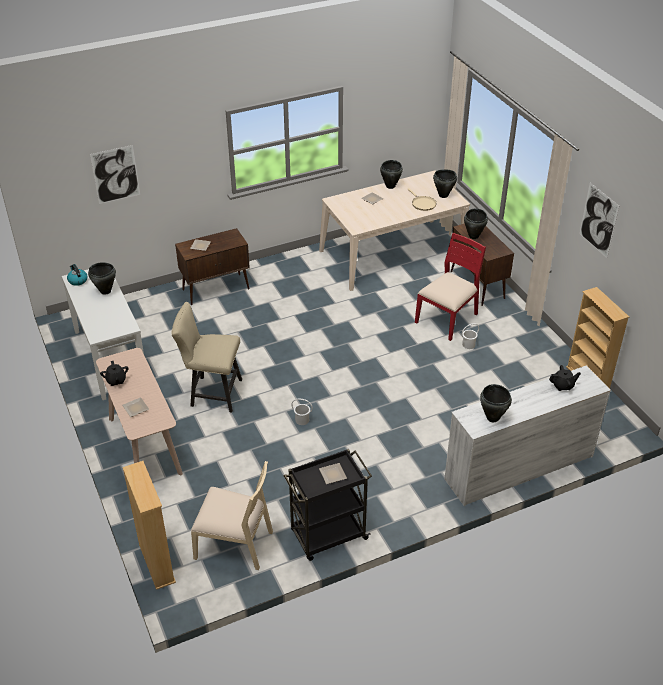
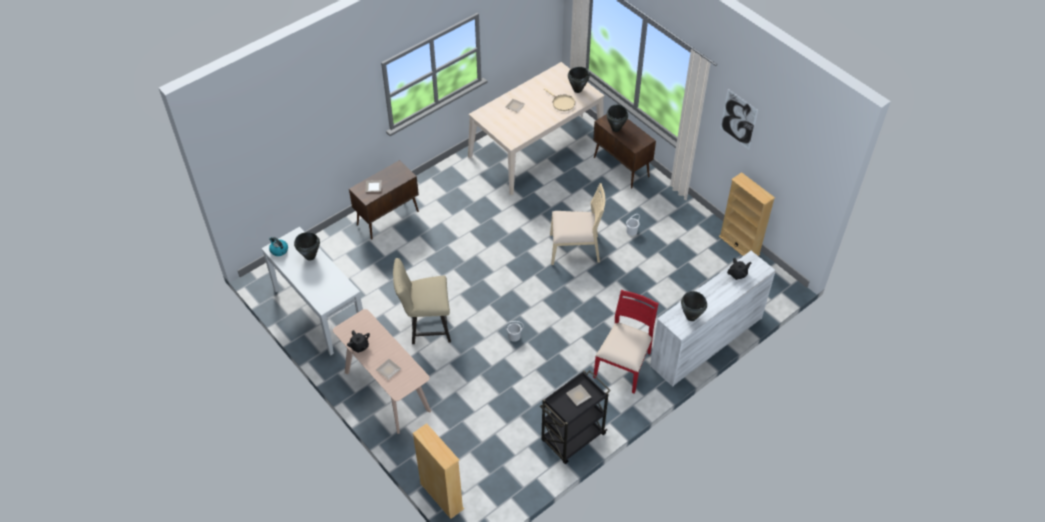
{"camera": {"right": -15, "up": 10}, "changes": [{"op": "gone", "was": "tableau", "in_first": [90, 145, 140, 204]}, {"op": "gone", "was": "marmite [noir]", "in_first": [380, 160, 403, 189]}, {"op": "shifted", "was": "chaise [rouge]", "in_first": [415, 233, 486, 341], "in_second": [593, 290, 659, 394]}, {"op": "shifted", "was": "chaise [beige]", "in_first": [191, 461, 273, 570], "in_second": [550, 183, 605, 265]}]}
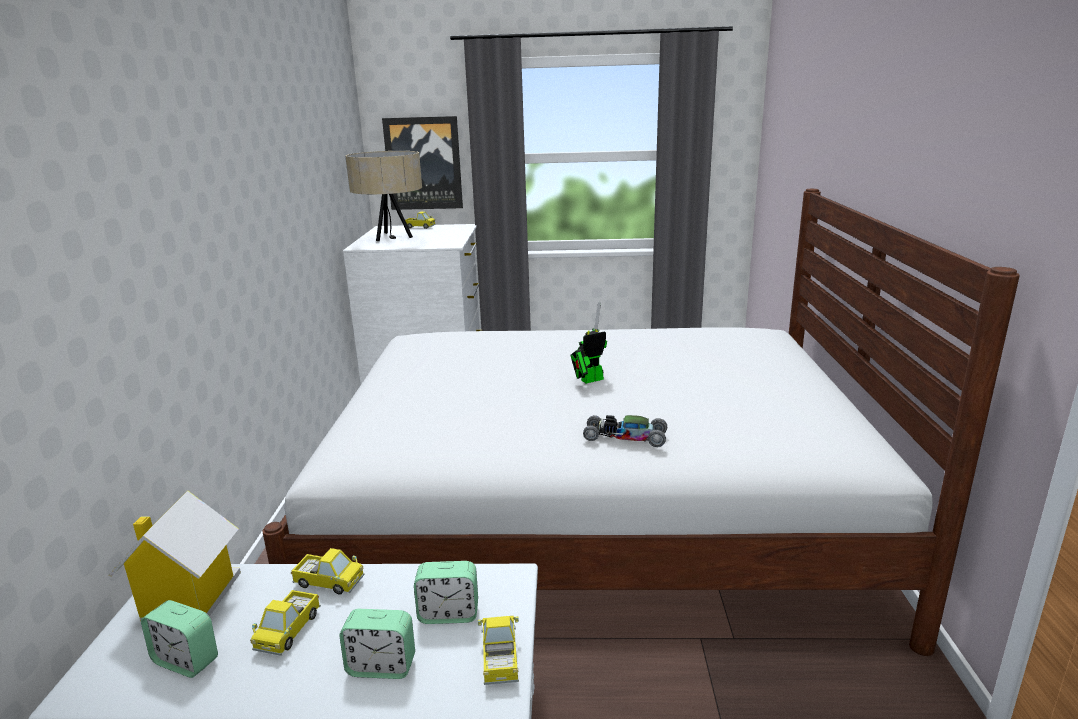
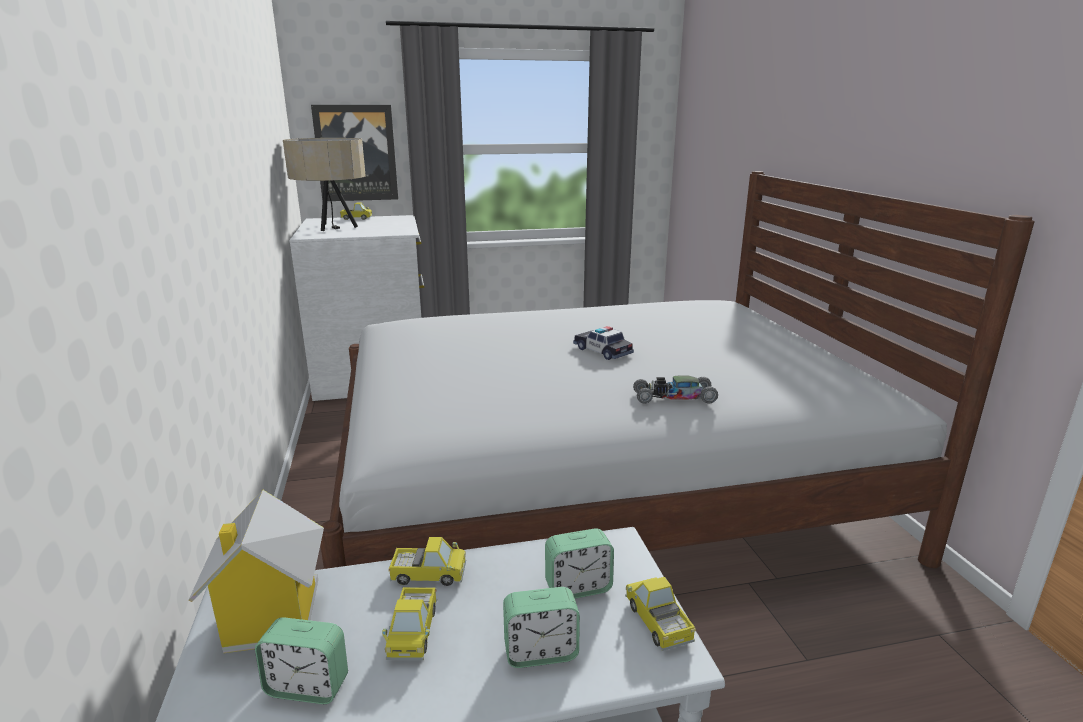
{"camera": {"right": -15, "up": 0}, "changes": [{"op": "swapped", "was": "robot jouet", "now": "petite voiture", "in_first": [570, 301, 607, 384], "in_second": [573, 326, 634, 360]}]}
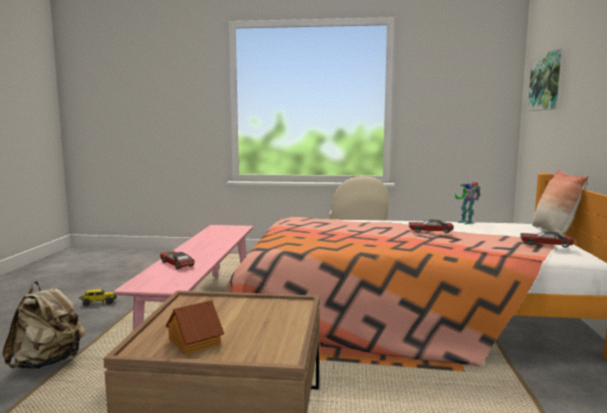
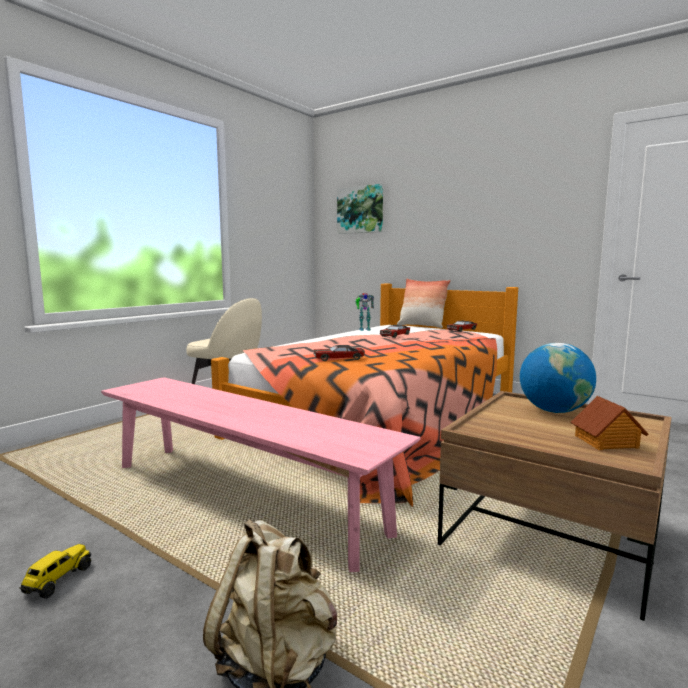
{"camera": {"right": -60, "up": 0}, "changes": [{"op": "shifted", "was": "petite voiture", "in_first": [160, 251, 195, 269], "in_second": [313, 345, 365, 361]}, {"op": "new", "now": "globe", "in_second": [520, 343, 596, 413]}]}
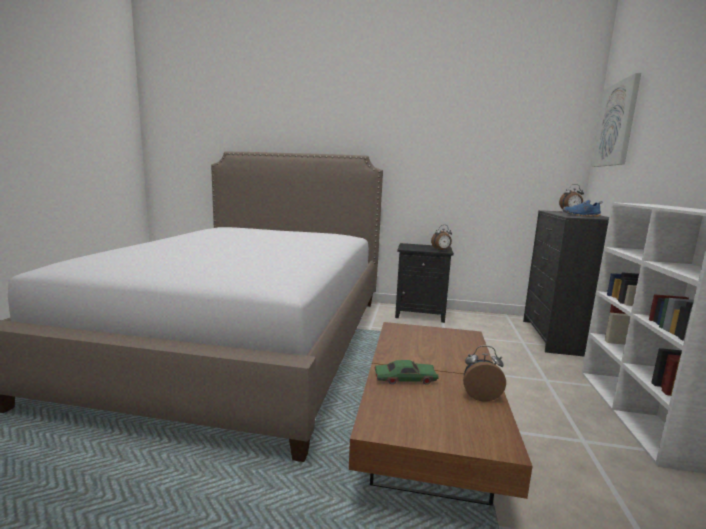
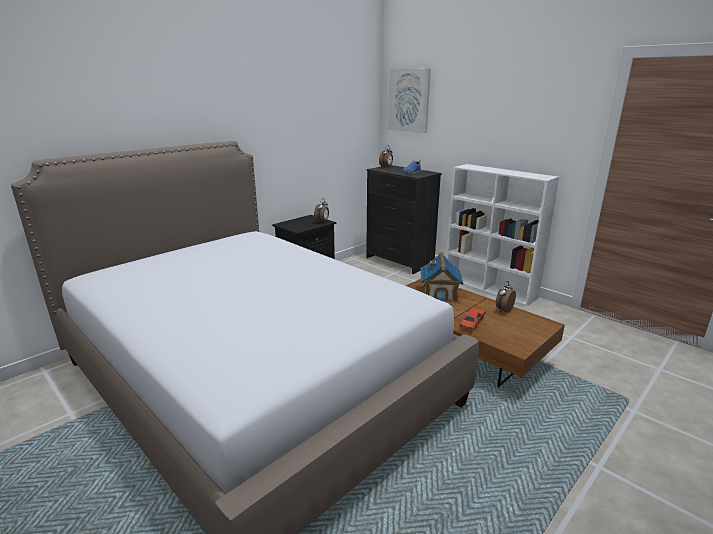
{"camera": {"right": -55, "up": 10}, "changes": [{"op": "repainted", "was": "petite voiture [vert]", "now": "petite voiture [rouge]", "in_first": [375, 360, 439, 385], "in_second": [459, 307, 486, 331]}, {"op": "new", "now": "maison miniature", "in_second": [420, 252, 464, 302]}]}
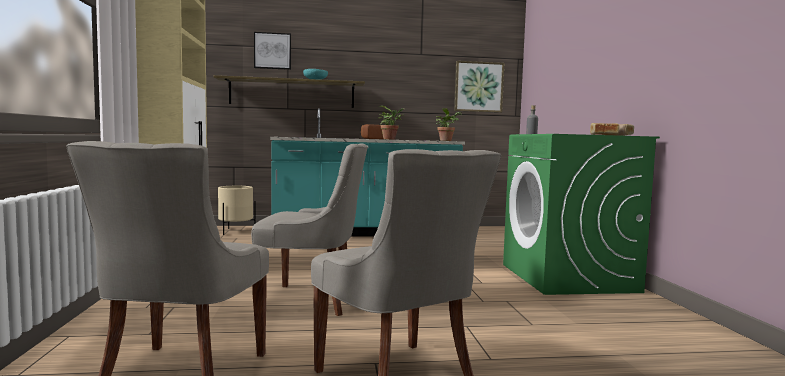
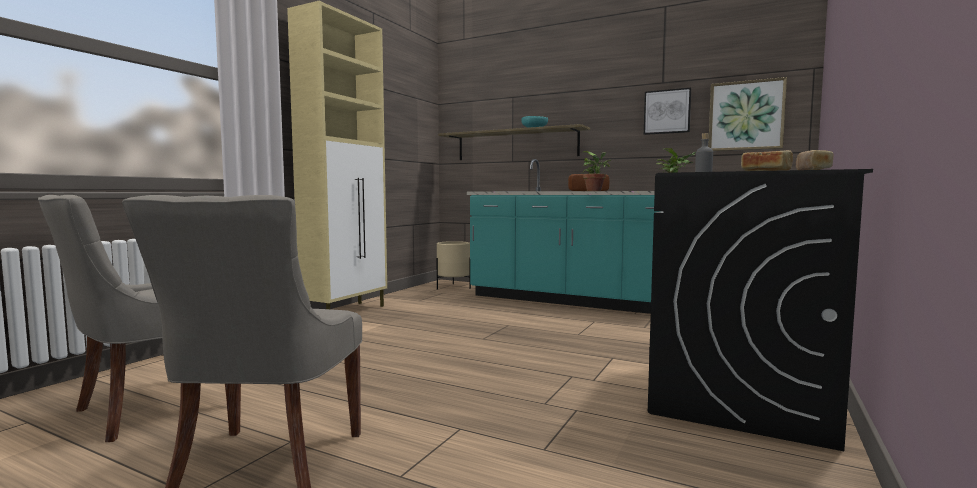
{"camera": {"right": 35, "up": 0}, "changes": [{"op": "shifted", "was": "tableau", "in_first": [254, 32, 291, 70], "in_second": [644, 88, 691, 135]}, {"op": "repainted", "was": "lave-linge [vert]", "now": "lave-linge [noir]", "in_first": [503, 134, 660, 295], "in_second": [648, 169, 873, 451]}, {"op": "gone", "was": "chaise [gris]", "in_first": [251, 144, 368, 316]}]}
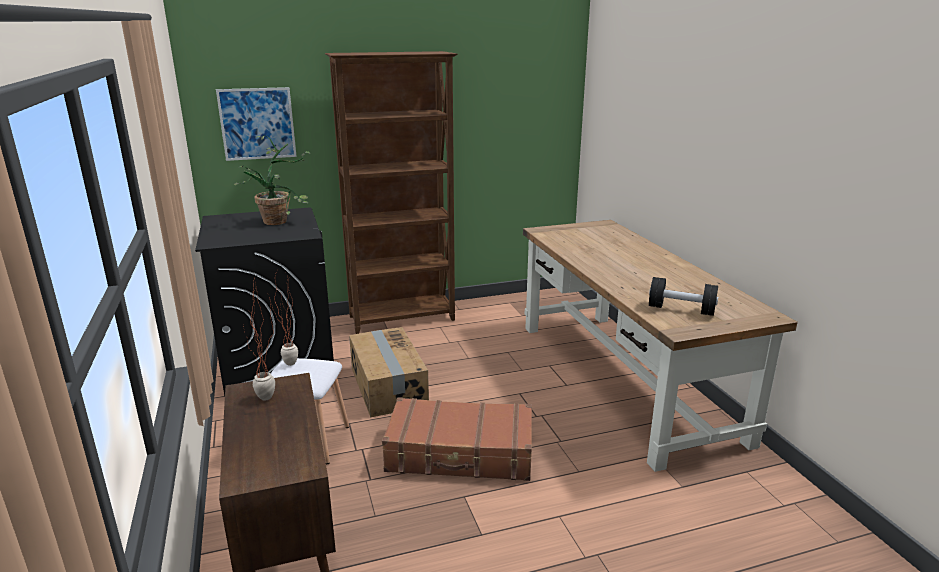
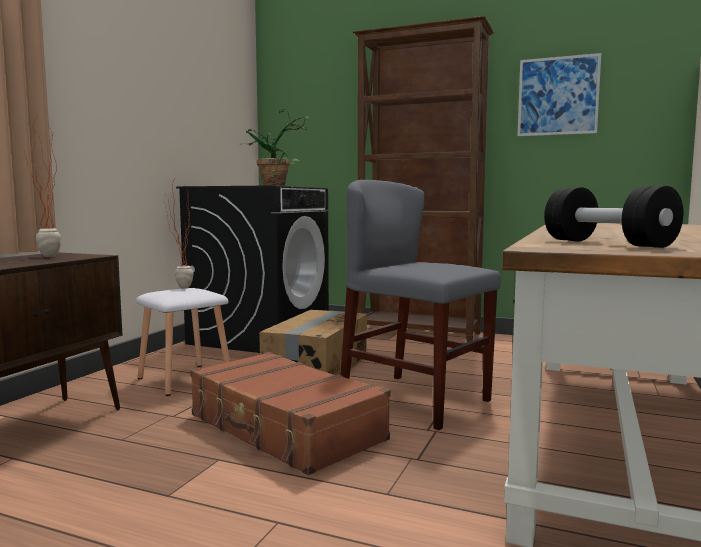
{"camera": {"right": 40, "up": -15}, "changes": [{"op": "shifted", "was": "tableau", "in_first": [216, 87, 297, 161], "in_second": [518, 53, 601, 136]}, {"op": "new", "now": "chaise [gris]", "in_second": [340, 180, 501, 430]}]}
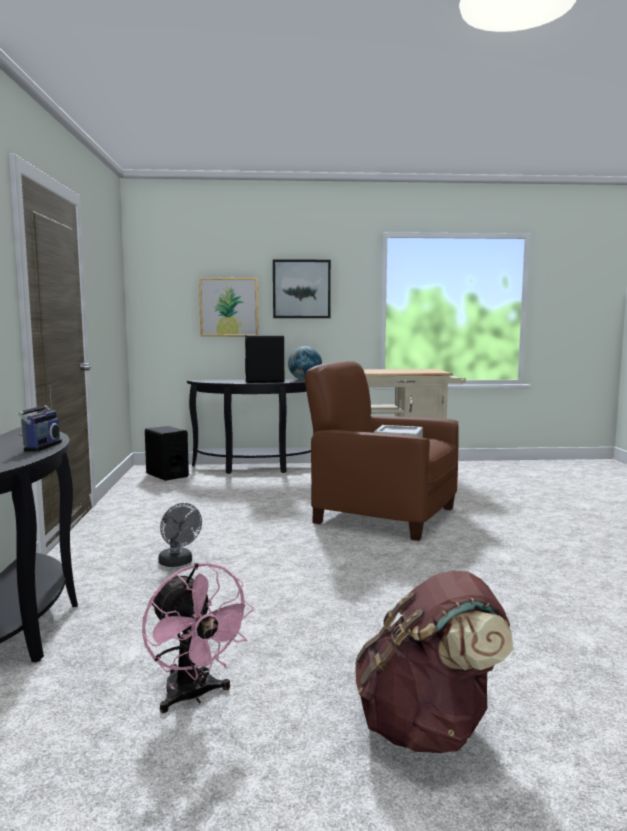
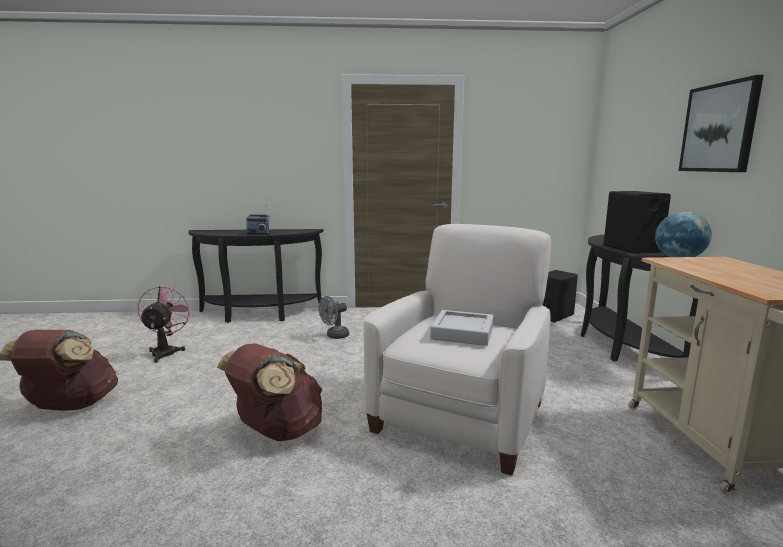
{"camera": {"right": 90, "up": 5}, "changes": [{"op": "gone", "was": "tableau", "in_first": [199, 278, 258, 336]}, {"op": "repainted", "was": "fauteuil [marron]", "now": "fauteuil [blanc]", "in_first": [305, 361, 459, 541], "in_second": [364, 224, 551, 476]}, {"op": "rotated", "was": "ventilateur [rose]", "in_first": [142, 563, 255, 713], "in_second": [138, 285, 193, 363], "clockwise": 120}, {"op": "new", "now": "sac à dos [marron]", "in_second": [217, 343, 322, 441]}]}
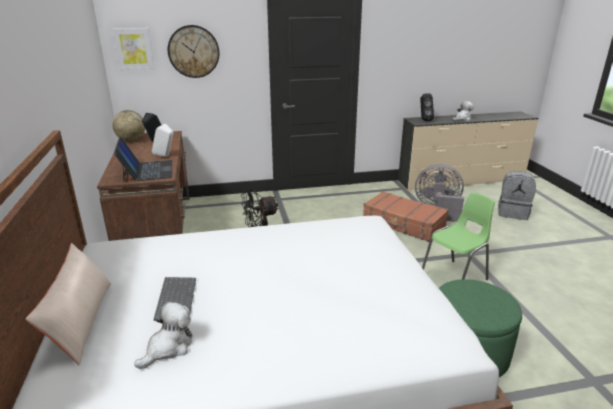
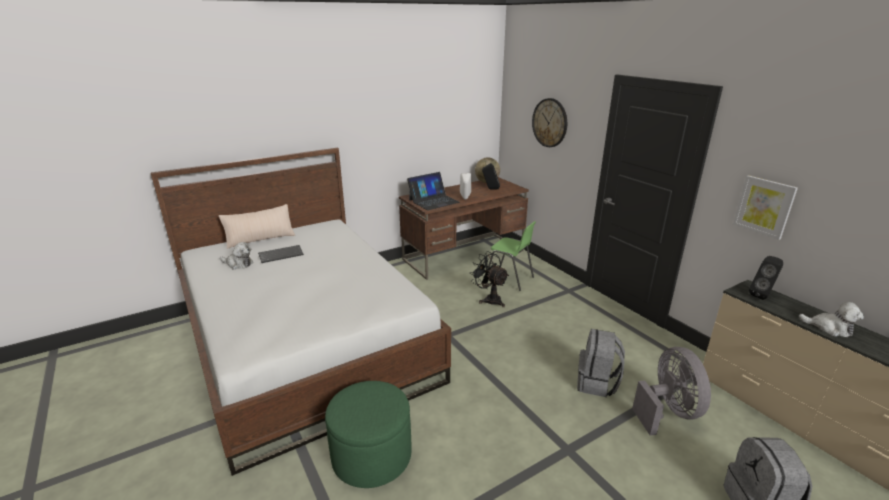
{"camera": {"right": 70, "up": 0}, "changes": [{"op": "shifted", "was": "tableau", "in_first": [112, 28, 154, 70], "in_second": [733, 175, 798, 240]}, {"op": "swapped", "was": "valise [marron]", "now": "sac à dos [gris]", "in_first": [363, 191, 449, 242], "in_second": [577, 329, 625, 397]}, {"op": "shifted", "was": "chaise [vert]", "in_first": [422, 193, 495, 280], "in_second": [487, 221, 536, 291]}]}
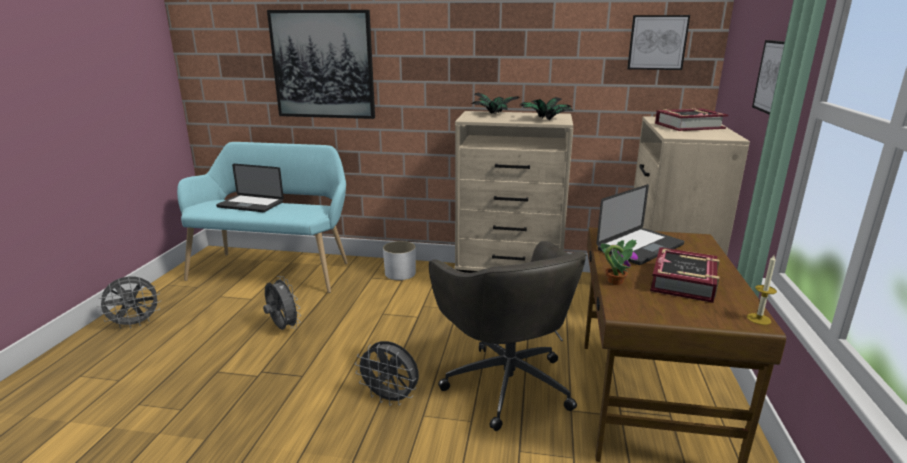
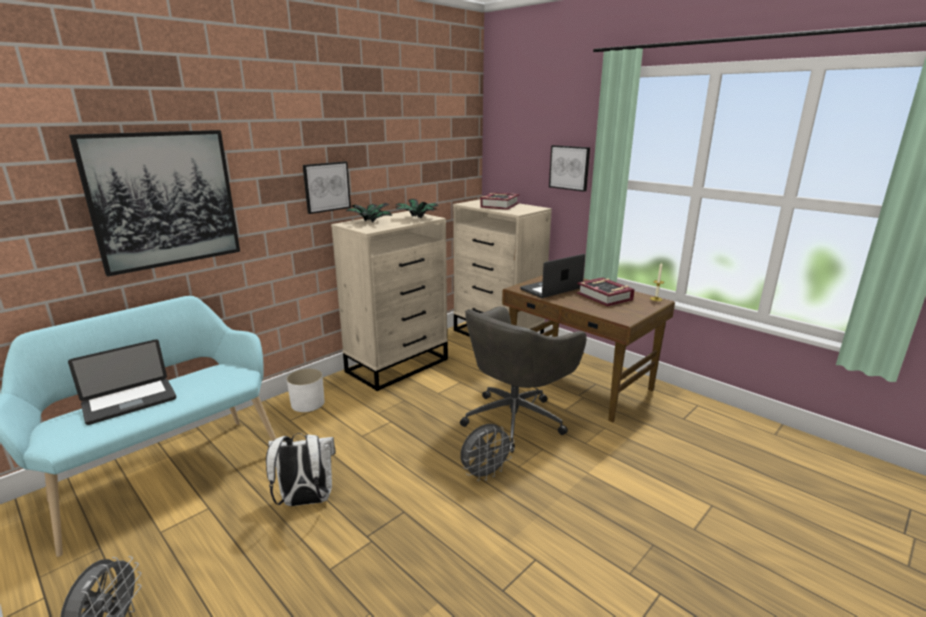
{"camera": {"right": -55, "up": 0}, "changes": [{"op": "shifted", "was": "tableau", "in_first": [627, 15, 690, 70], "in_second": [302, 161, 351, 214]}, {"op": "rotated", "was": "ordinateur portable", "in_first": [596, 184, 684, 265], "in_second": [520, 254, 585, 298], "clockwise": -120}, {"op": "gone", "was": "plante en pot", "in_first": [601, 239, 638, 285]}, {"op": "rotated", "was": "chaise de bureau [gris]", "in_first": [429, 241, 587, 431], "in_second": [460, 306, 587, 453], "clockwise": 120}, {"op": "swapped", "was": "ventilateur [gris]", "now": "sac à dos [blanc]", "in_first": [263, 276, 301, 330], "in_second": [266, 433, 336, 506]}]}
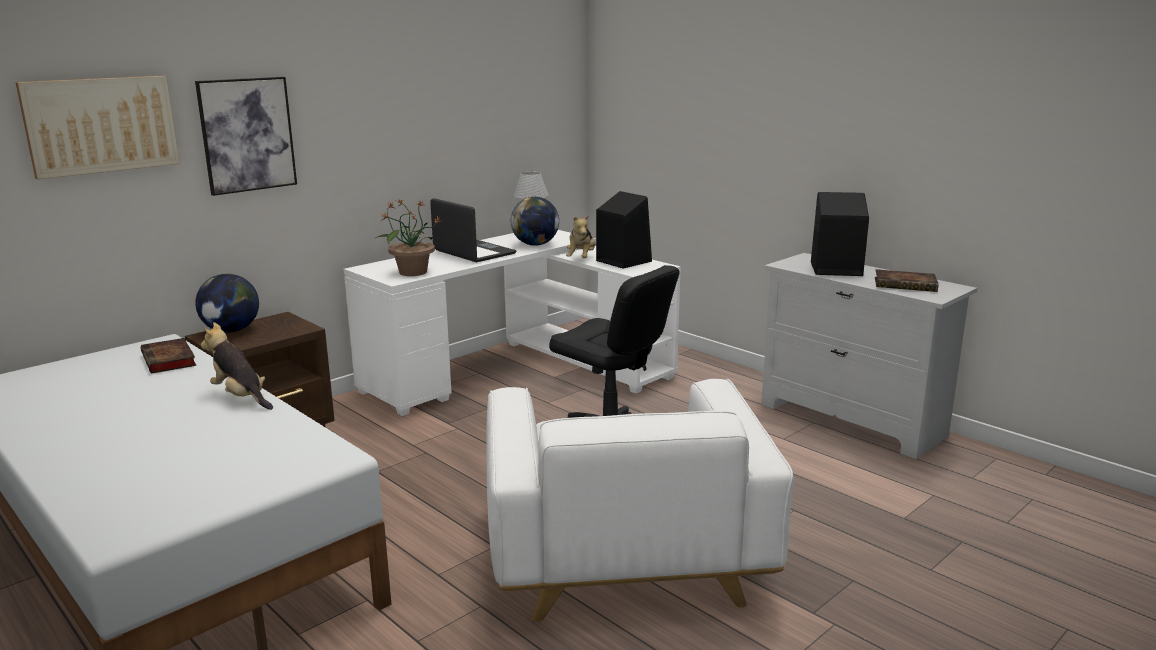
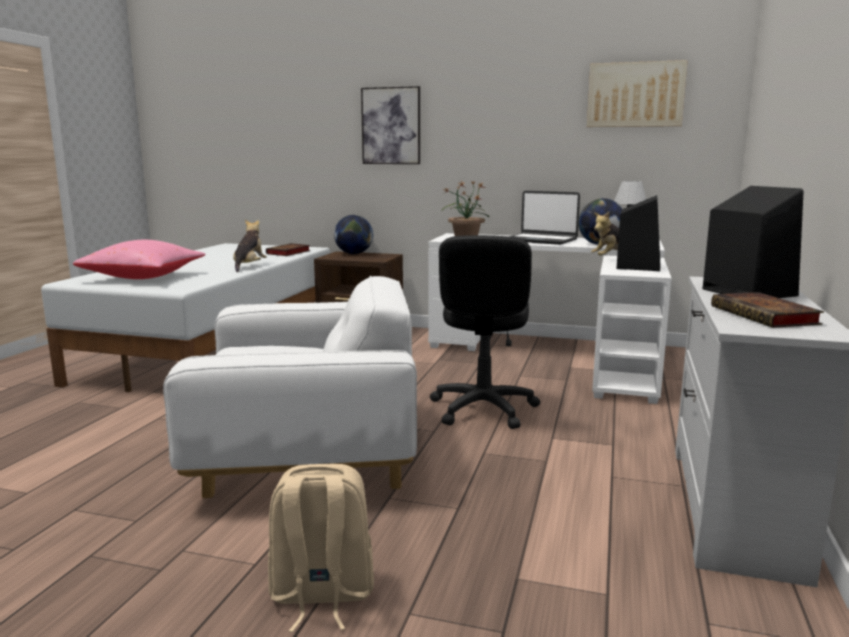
{"camera": {"right": 60, "up": -5}, "changes": [{"op": "shifted", "was": "tableau", "in_first": [15, 76, 180, 179], "in_second": [587, 60, 688, 127]}, {"op": "rotated", "was": "ordinateur portable", "in_first": [430, 198, 516, 262], "in_second": [509, 191, 580, 245], "clockwise": 105}, {"op": "rotated", "was": "fauteuil [blanc]", "in_first": [486, 379, 794, 622], "in_second": [163, 276, 417, 498], "clockwise": -150}, {"op": "new", "now": "coussin [rose]", "in_second": [73, 240, 206, 279]}, {"op": "new", "now": "sac à dos [beige]", "in_second": [268, 464, 374, 632]}]}
